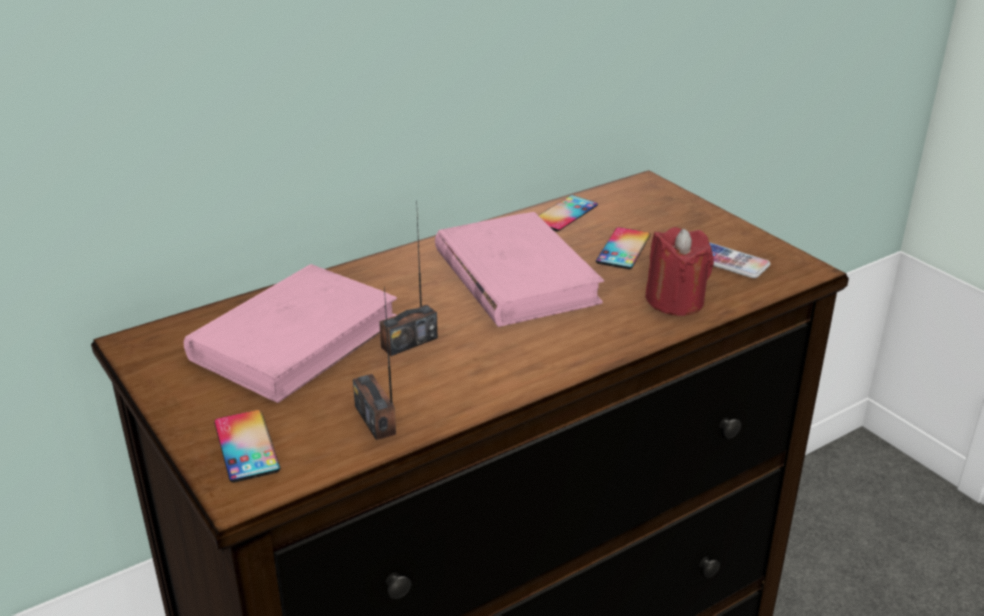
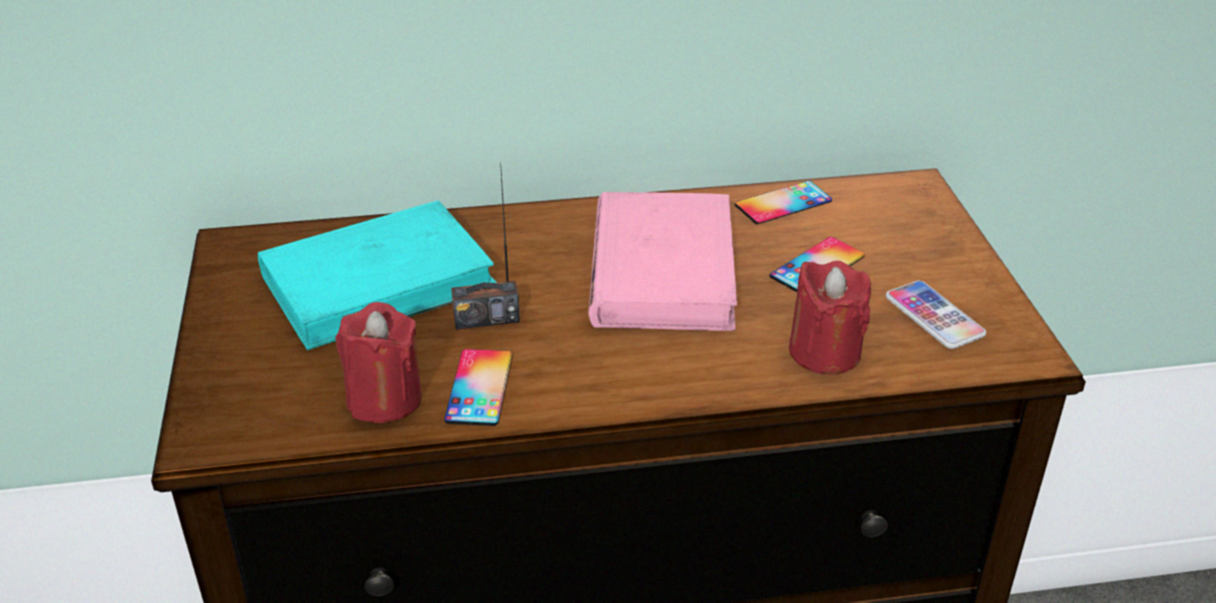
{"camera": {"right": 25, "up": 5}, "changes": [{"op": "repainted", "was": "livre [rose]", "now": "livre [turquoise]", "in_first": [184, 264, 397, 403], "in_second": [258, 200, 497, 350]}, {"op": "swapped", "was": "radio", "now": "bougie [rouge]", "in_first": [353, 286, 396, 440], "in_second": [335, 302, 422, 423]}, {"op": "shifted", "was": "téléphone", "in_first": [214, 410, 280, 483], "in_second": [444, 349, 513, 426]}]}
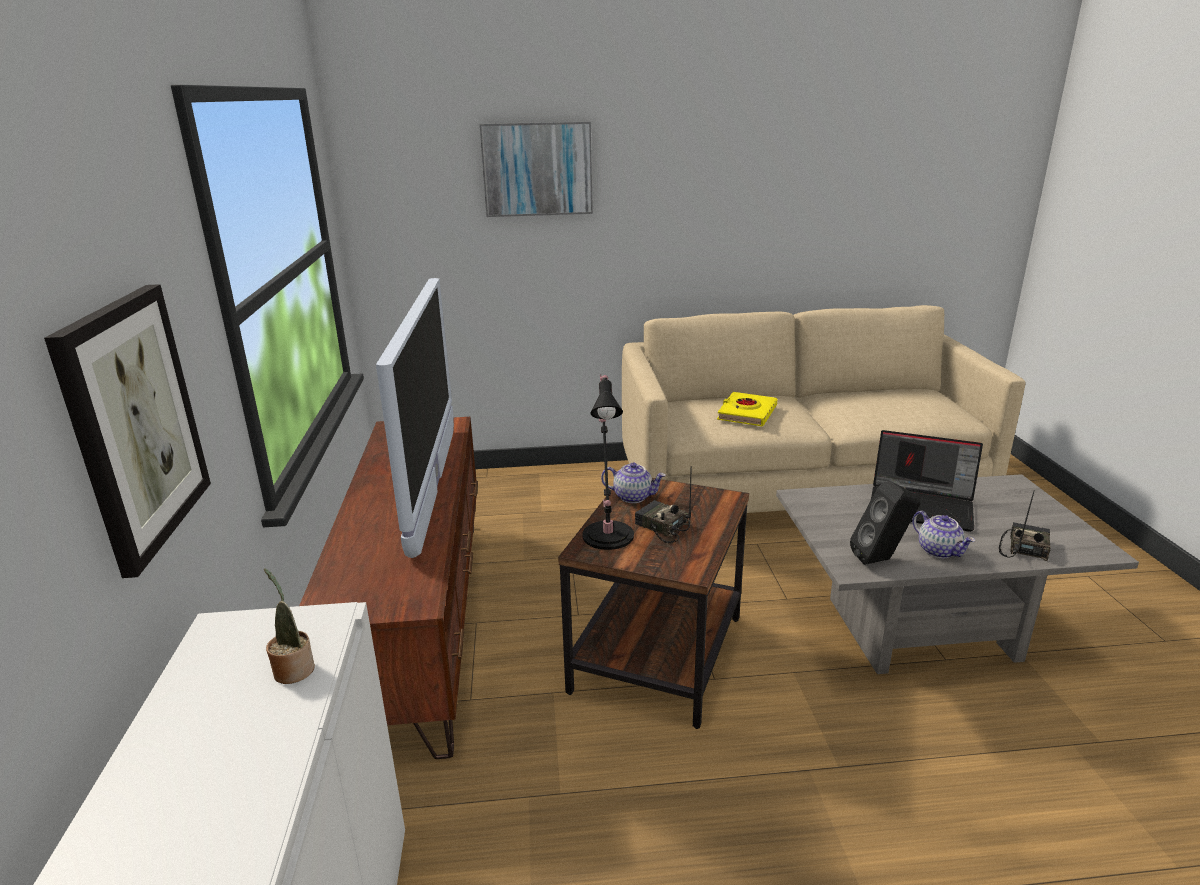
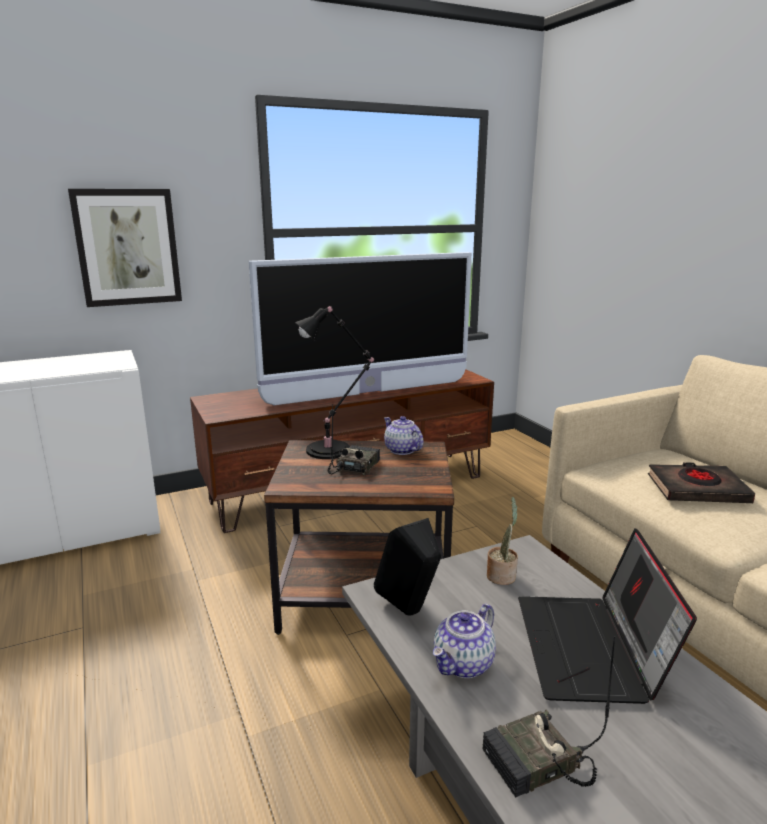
{"camera": {"right": 70, "up": -5}, "changes": [{"op": "gone", "was": "tableau", "in_first": [480, 122, 593, 217]}, {"op": "repainted", "was": "livre [jaune]", "now": "livre [noir]", "in_first": [717, 392, 778, 426], "in_second": [648, 462, 755, 503]}, {"op": "rotated", "was": "théière", "in_first": [601, 462, 666, 503], "in_second": [384, 416, 424, 455], "clockwise": 150}, {"op": "rotated", "was": "radio", "in_first": [999, 492, 1051, 561], "in_second": [482, 636, 615, 797], "clockwise": 150}, {"op": "shifted", "was": "plante en pot", "in_first": [264, 568, 315, 684], "in_second": [487, 497, 518, 585]}]}
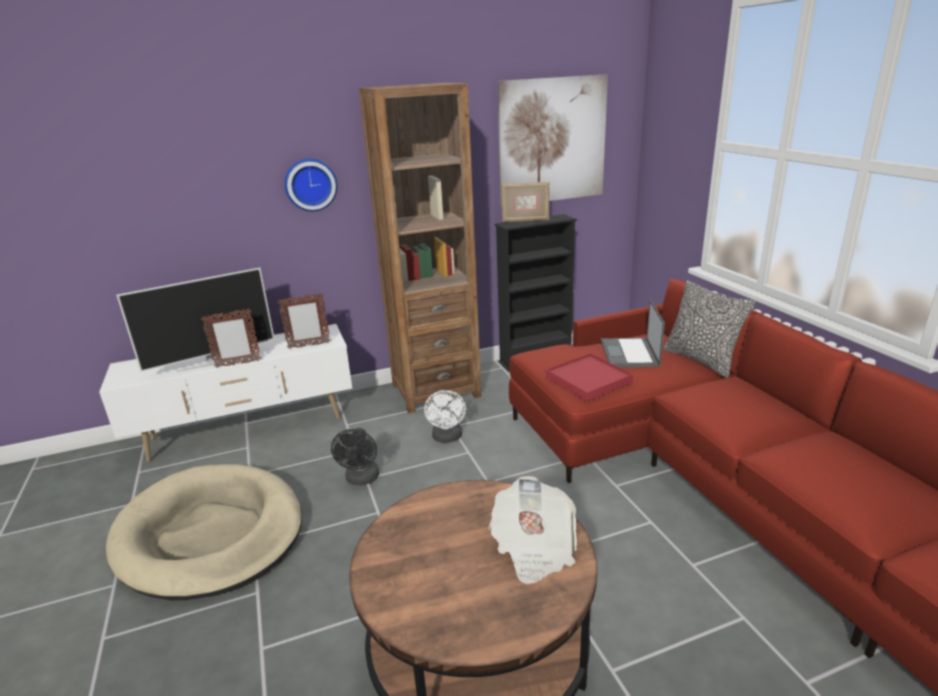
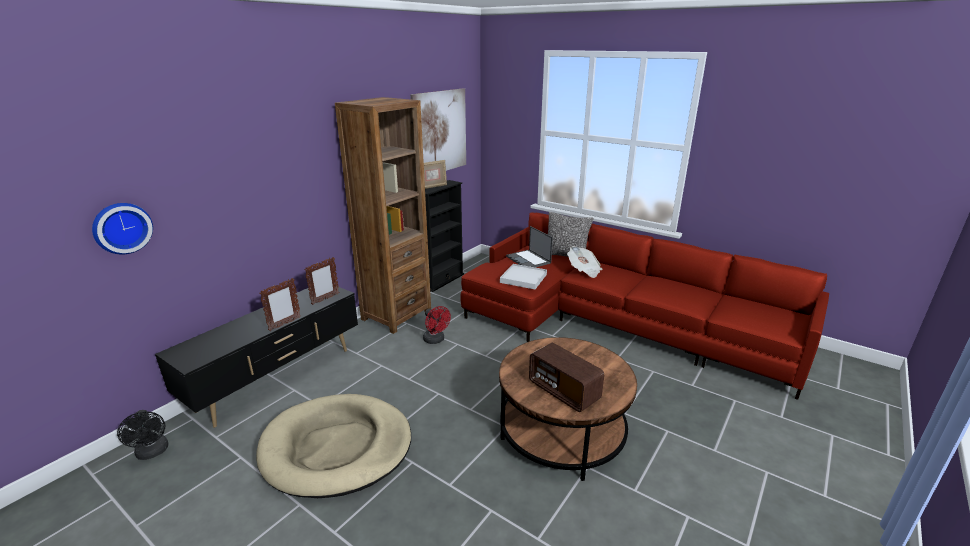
{"camera": {"right": -35, "up": 0}, "changes": [{"op": "shifted", "was": "horloge murale", "in_first": [284, 159, 337, 211], "in_second": [92, 203, 153, 255]}, {"op": "gone", "was": "téléviseur", "in_first": [116, 268, 275, 372]}, {"op": "repainted", "was": "meuble télé [blanc]", "now": "meuble télé [noir]", "in_first": [99, 324, 352, 462], "in_second": [155, 287, 358, 428]}, {"op": "repainted", "was": "plateau [rouge]", "now": "plateau [blanc]", "in_first": [546, 353, 633, 401], "in_second": [500, 264, 547, 289]}, {"op": "repainted", "was": "ventilateur [blanc]", "now": "ventilateur [rouge]", "in_first": [424, 390, 466, 443], "in_second": [423, 306, 451, 344]}, {"op": "shifted", "was": "ventilateur [noir]", "in_first": [331, 427, 379, 485], "in_second": [117, 410, 169, 460]}, {"op": "shifted", "was": "journal", "in_first": [489, 476, 577, 584], "in_second": [567, 246, 602, 278]}, {"op": "new", "now": "radio", "in_second": [529, 343, 604, 412]}]}
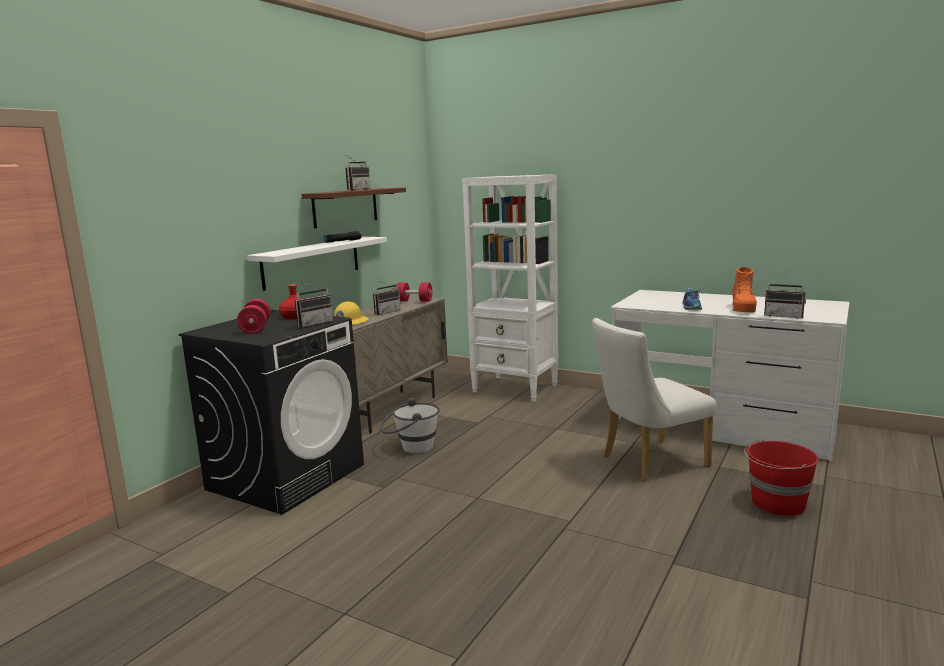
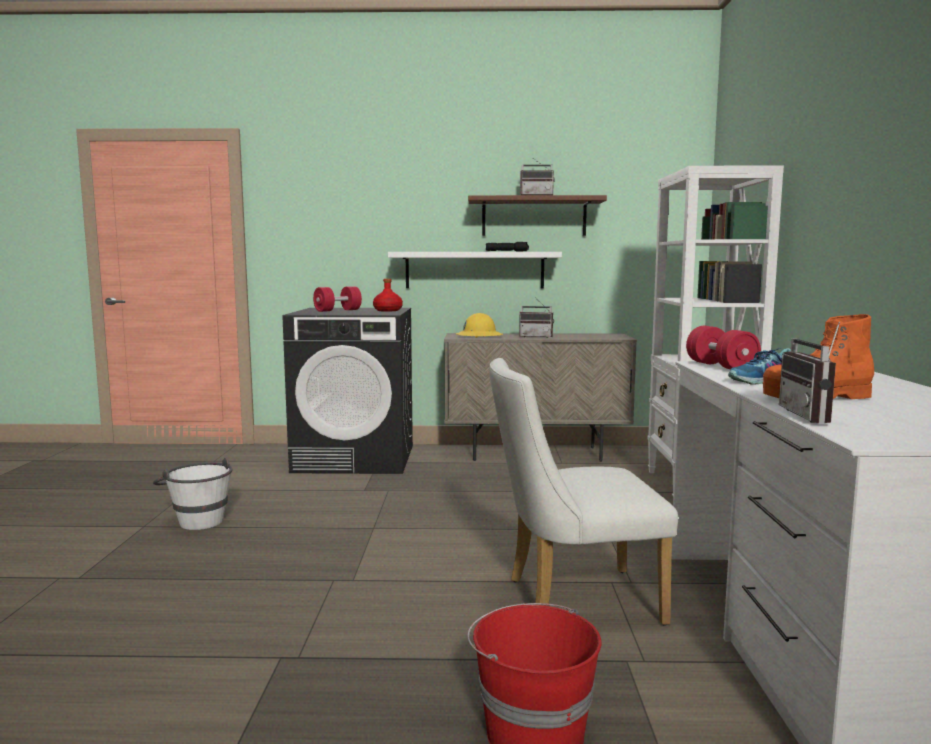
{"camera": {"right": 60, "up": -5}, "changes": [{"op": "gone", "was": "radio", "in_first": [295, 281, 333, 328]}, {"op": "shifted", "was": "haltère [rouge]", "in_first": [397, 282, 432, 302], "in_second": [686, 326, 761, 369]}, {"op": "rotated", "was": "chaise [blanc]", "in_first": [592, 318, 716, 482], "in_second": [489, 358, 678, 626], "clockwise": -45}, {"op": "shifted", "was": "seau [blanc]", "in_first": [380, 398, 440, 453], "in_second": [153, 457, 233, 530]}]}
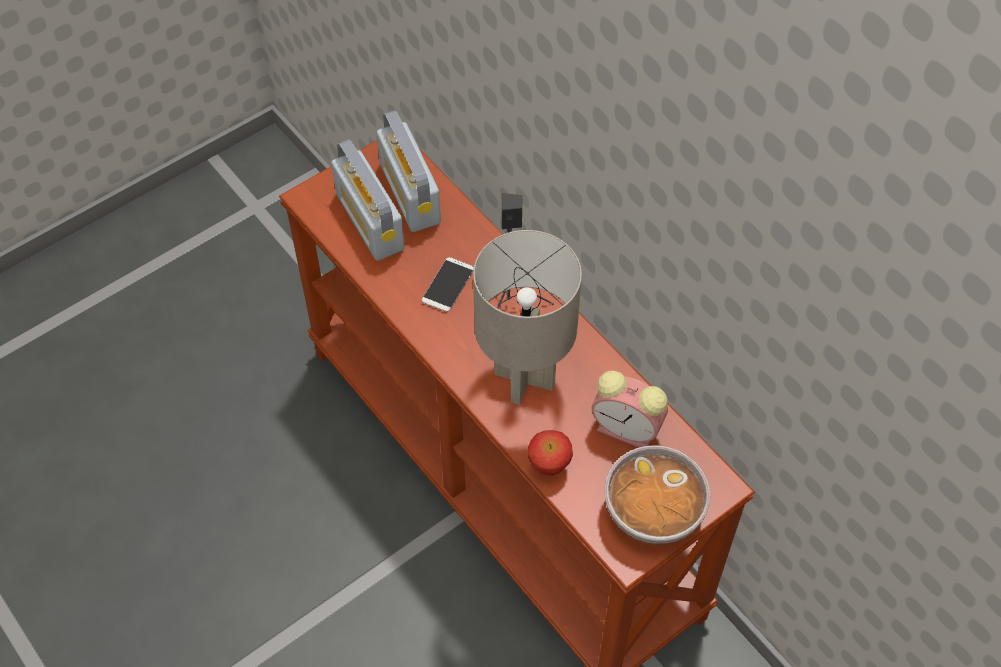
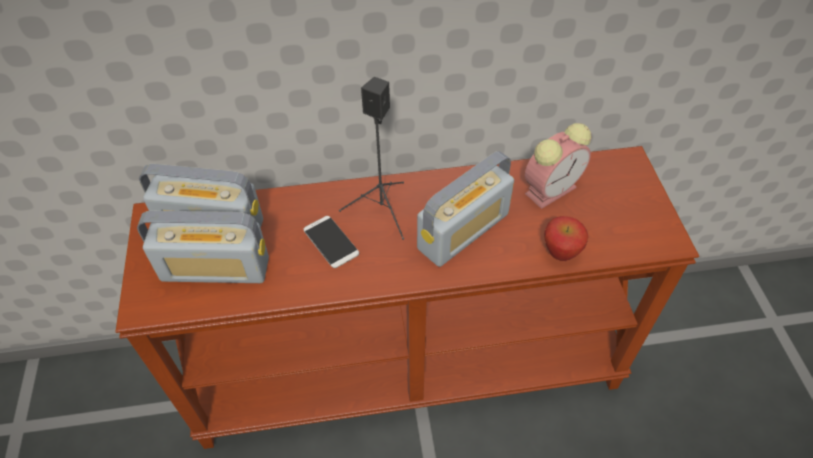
{"camera": {"right": -60, "up": -5}, "changes": [{"op": "swapped", "was": "lampe de table [gris]", "now": "radio", "in_first": [473, 230, 582, 405], "in_second": [417, 151, 514, 267]}, {"op": "gone", "was": "bol", "in_first": [605, 445, 710, 545]}]}
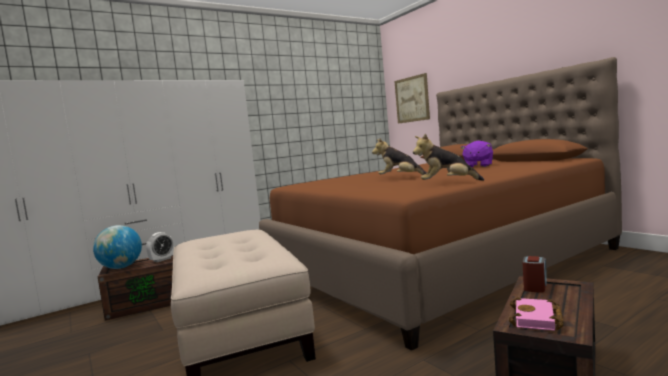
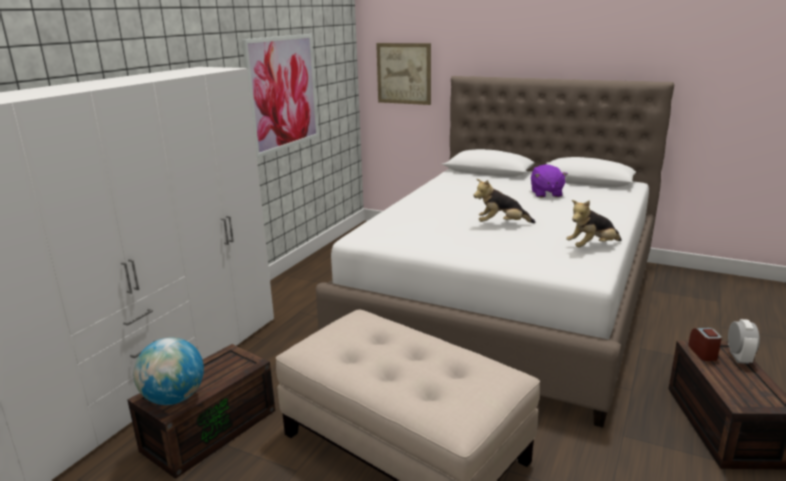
{"camera": {"right": -30, "up": 15}, "changes": [{"op": "repainted", "was": "lit [marron]", "now": "lit [blanc]", "in_first": [259, 57, 622, 350], "in_second": [316, 76, 674, 428]}, {"op": "shifted", "was": "réveil", "in_first": [146, 232, 174, 262], "in_second": [728, 319, 760, 364]}, {"op": "gone", "was": "livre [rose]", "in_first": [509, 297, 564, 331]}, {"op": "new", "now": "tableau", "in_second": [242, 34, 319, 158]}]}
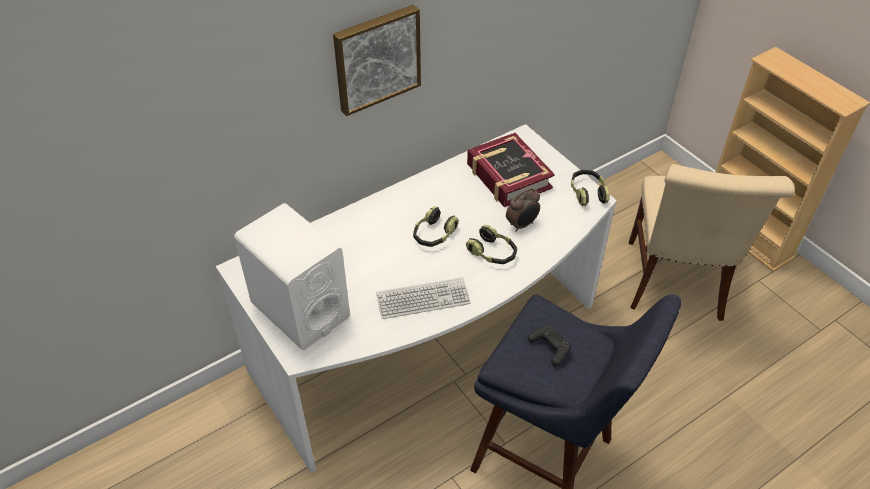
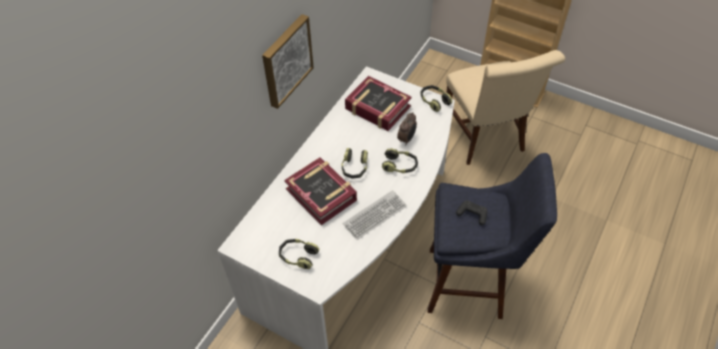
{"camera": {"right": -25, "up": 5}, "changes": [{"op": "swapped", "was": "enceinte [blanc]", "now": "casque audio", "in_first": [234, 203, 350, 350], "in_second": [279, 239, 319, 269]}, {"op": "new", "now": "livre", "in_second": [284, 157, 357, 225]}]}
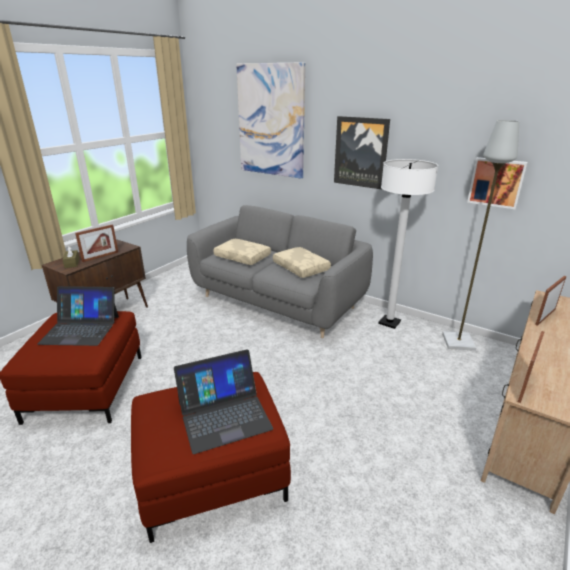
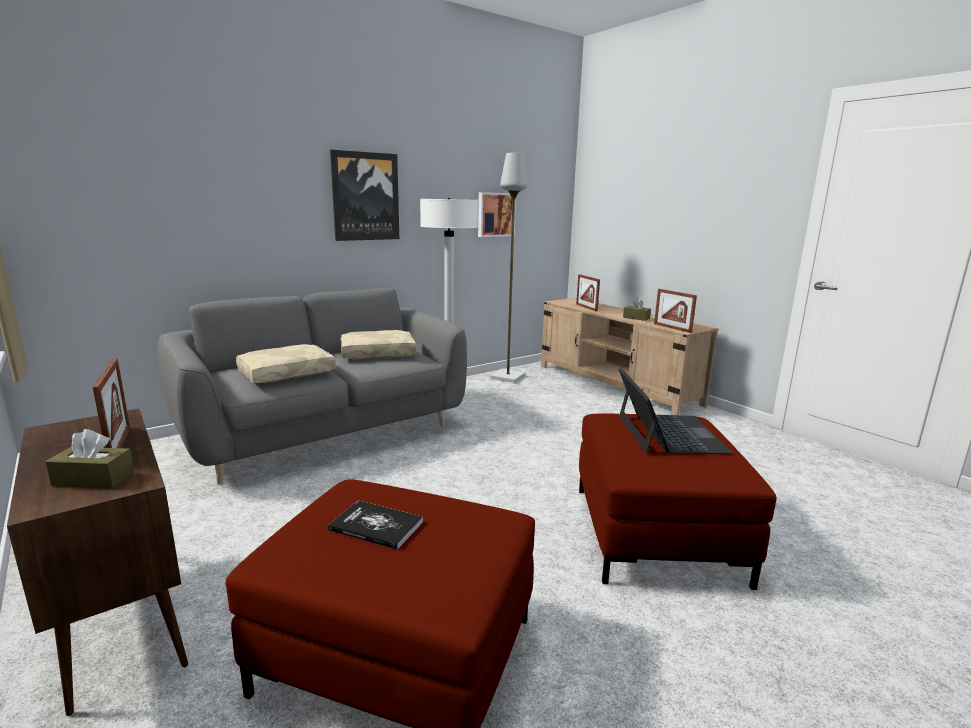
{"camera": {"right": -70, "up": -10}, "changes": [{"op": "gone", "was": "tableau", "in_first": [236, 62, 305, 178]}, {"op": "swapped", "was": "ordinateur portable", "now": "livre", "in_first": [37, 286, 119, 346], "in_second": [328, 500, 423, 550]}, {"op": "new", "now": "boîte à mouchoirs [marron]", "in_second": [623, 298, 651, 321]}]}
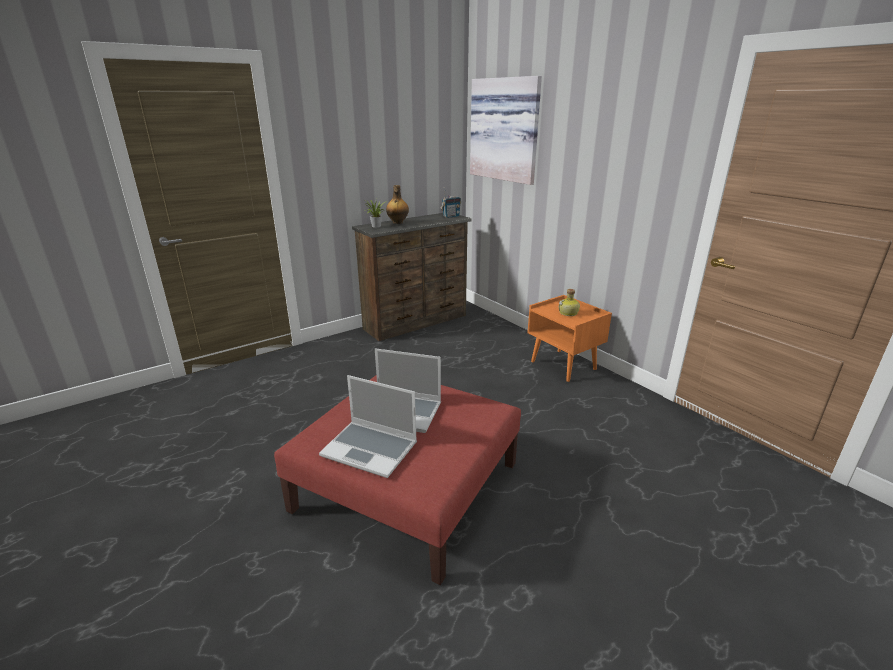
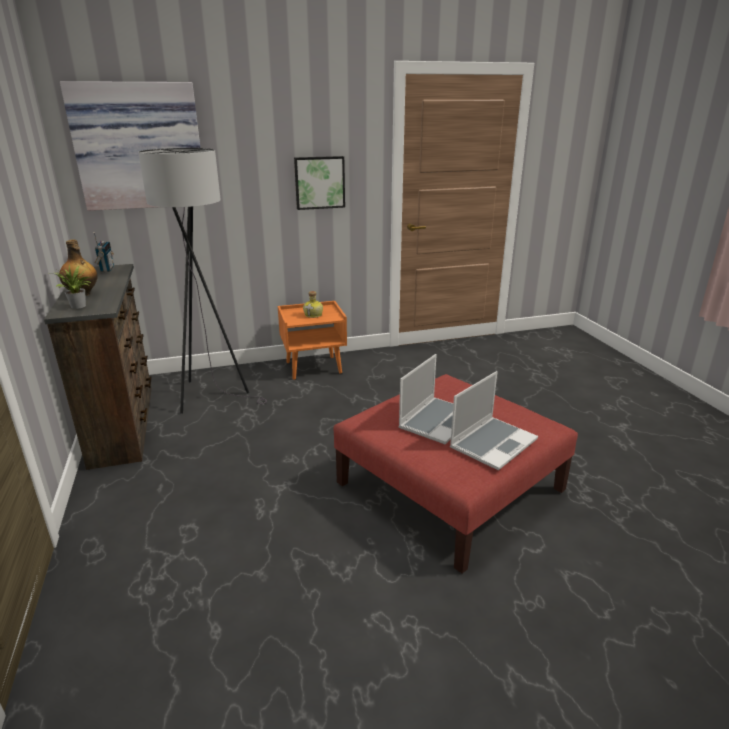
{"camera": {"right": -70, "up": 0}, "changes": [{"op": "new", "now": "lampadaire [gris]", "in_second": [138, 148, 267, 414]}, {"op": "new", "now": "tableau", "in_second": [294, 156, 345, 210]}]}
